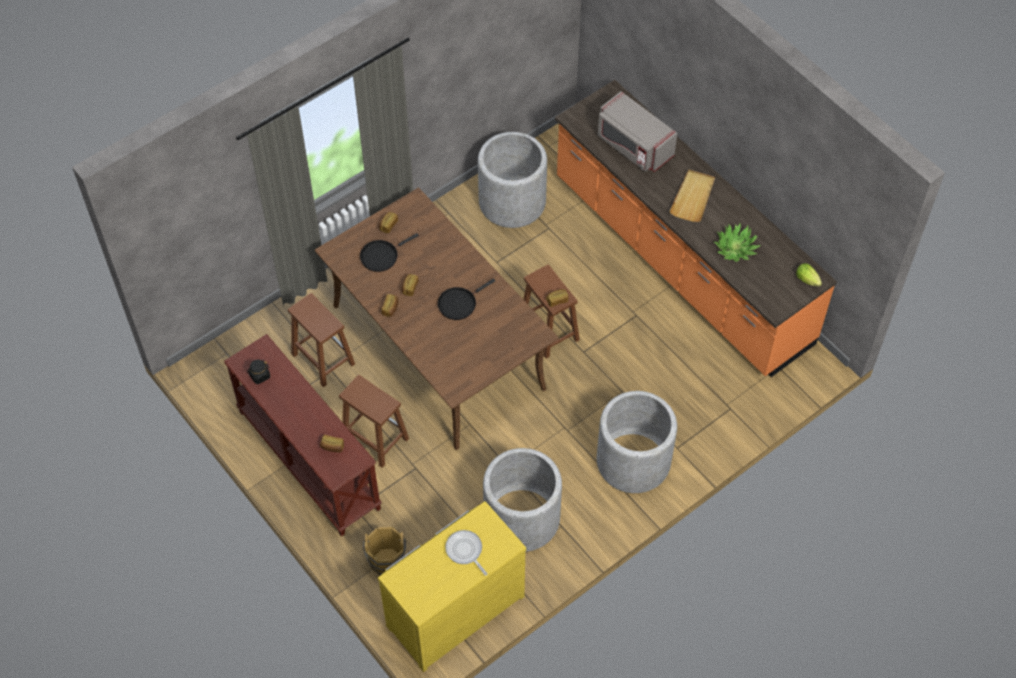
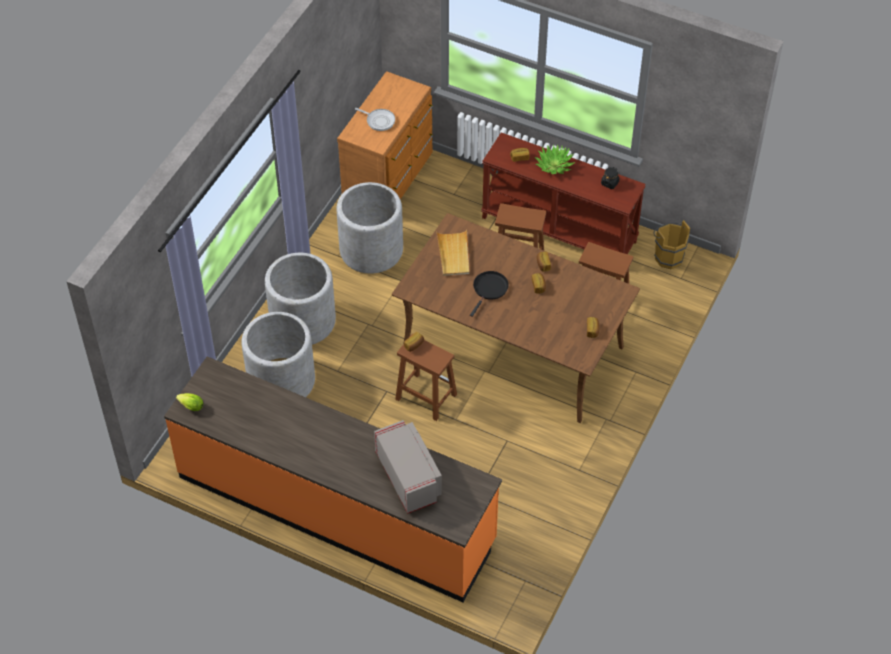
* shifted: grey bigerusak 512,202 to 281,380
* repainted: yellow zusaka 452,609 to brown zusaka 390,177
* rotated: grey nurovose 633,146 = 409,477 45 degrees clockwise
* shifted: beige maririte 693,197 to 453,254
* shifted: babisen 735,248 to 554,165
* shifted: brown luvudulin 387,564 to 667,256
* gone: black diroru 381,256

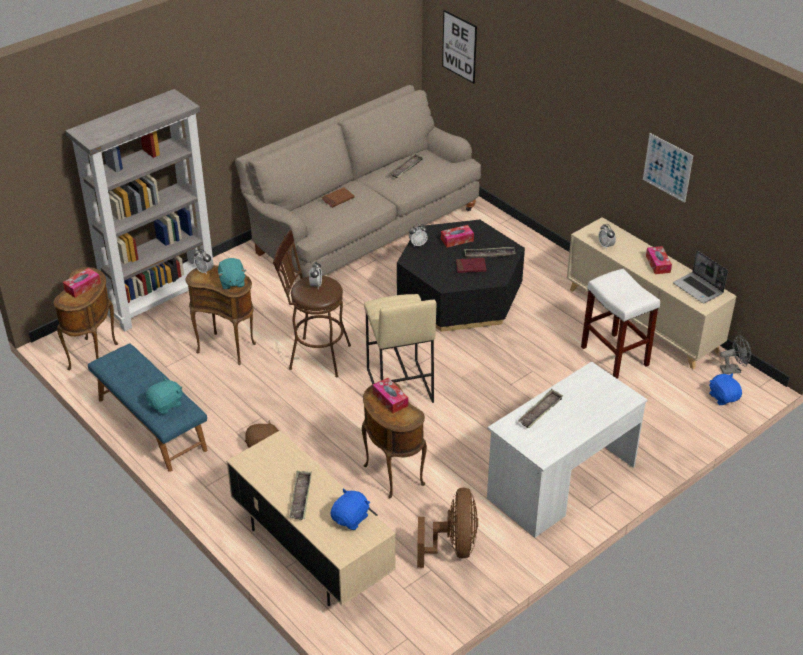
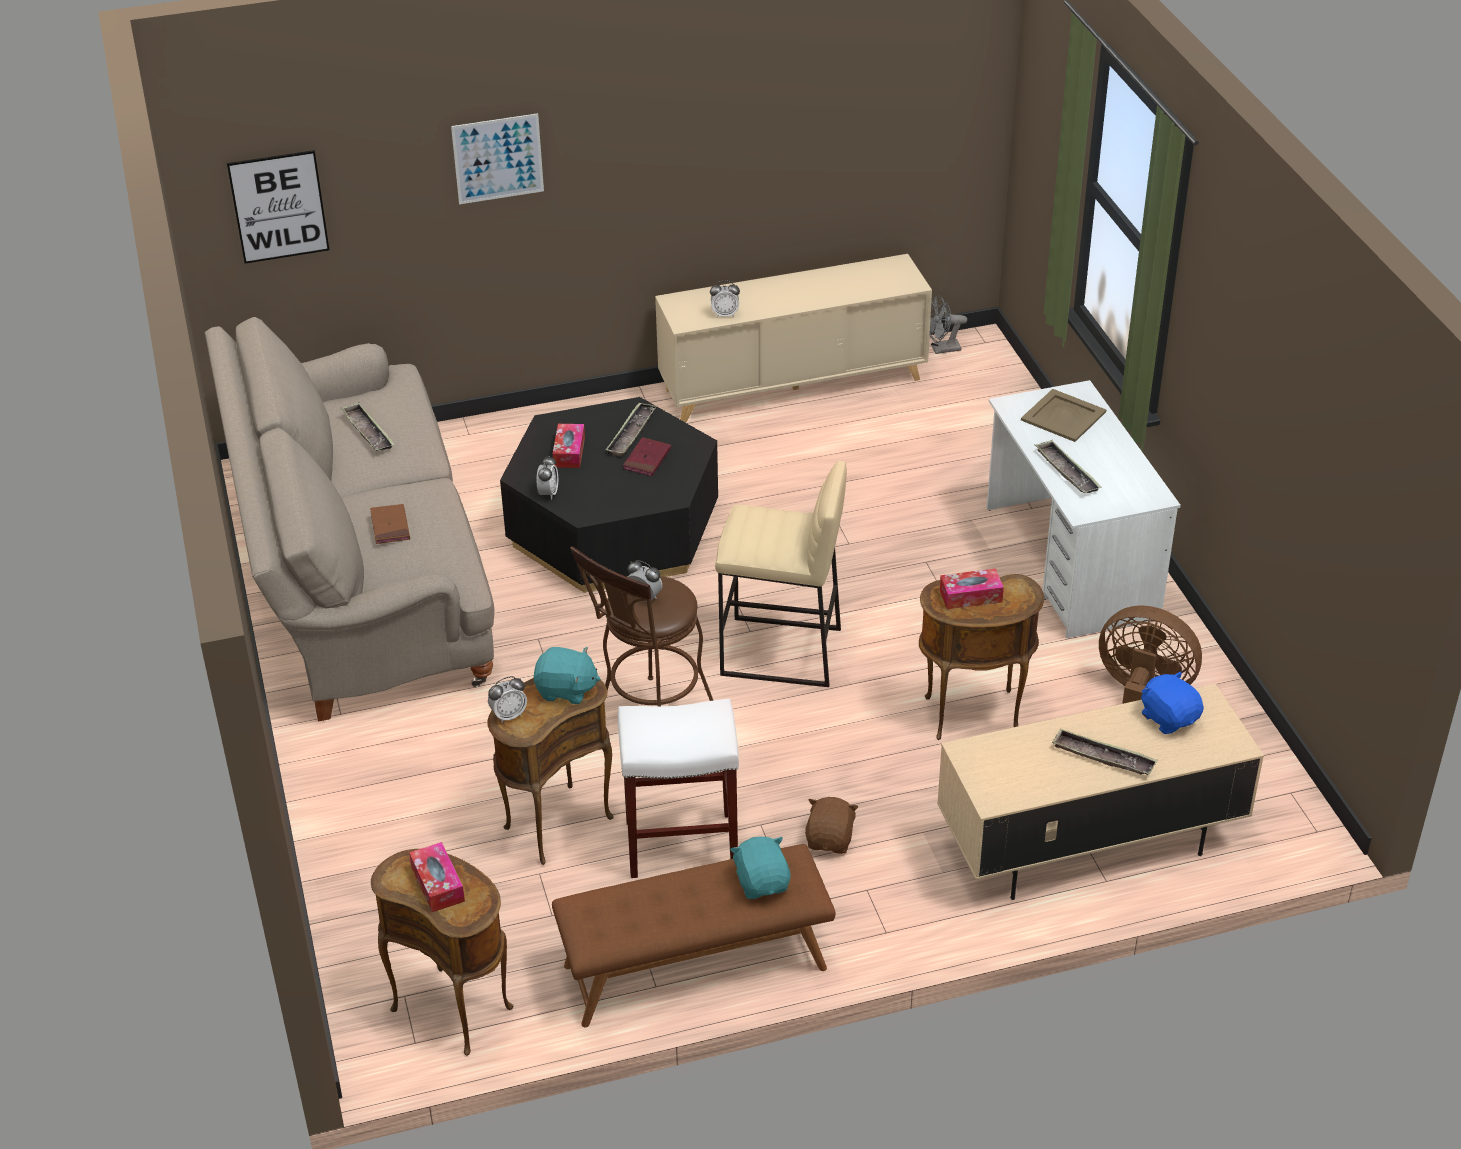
* shifted: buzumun 667,167 to 498,158
* repainted: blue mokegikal 151,425 to brown mokegikal 695,968
* shifted: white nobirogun 615,356 to 683,843
* rotated: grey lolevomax 733,370 = 941,349 120 degrees counterclockwise
* new: beige maririte 1063,415
* gone: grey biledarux 162,299
* gone: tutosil 658,264
* gone: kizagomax 698,289
* gone: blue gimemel 723,397

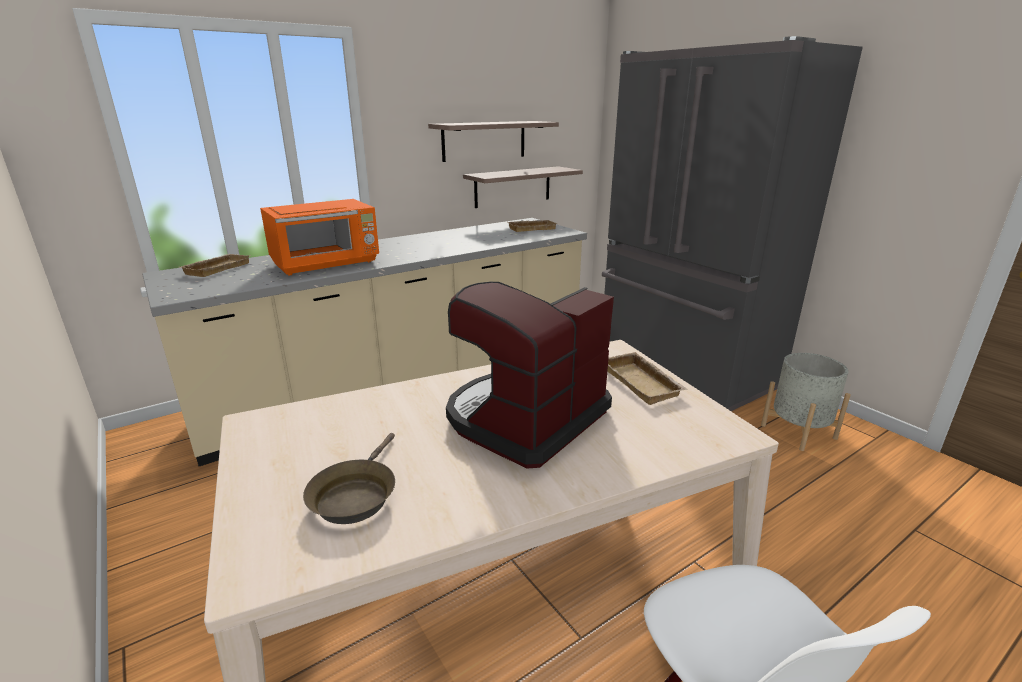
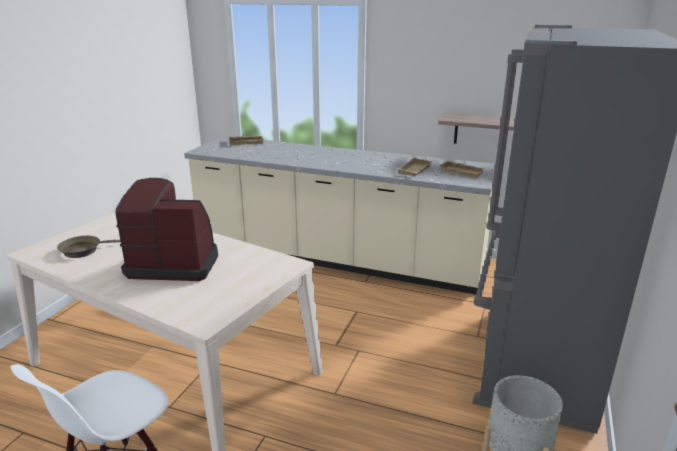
* shifted: beige maririte 643,383 to 415,170
* gone: orange nurovose 327,264
* gone: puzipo 484,140

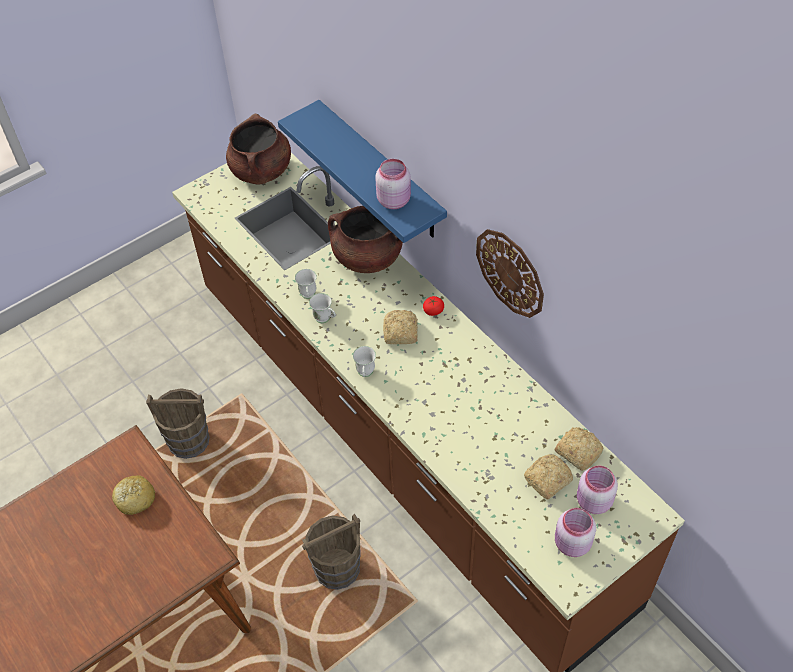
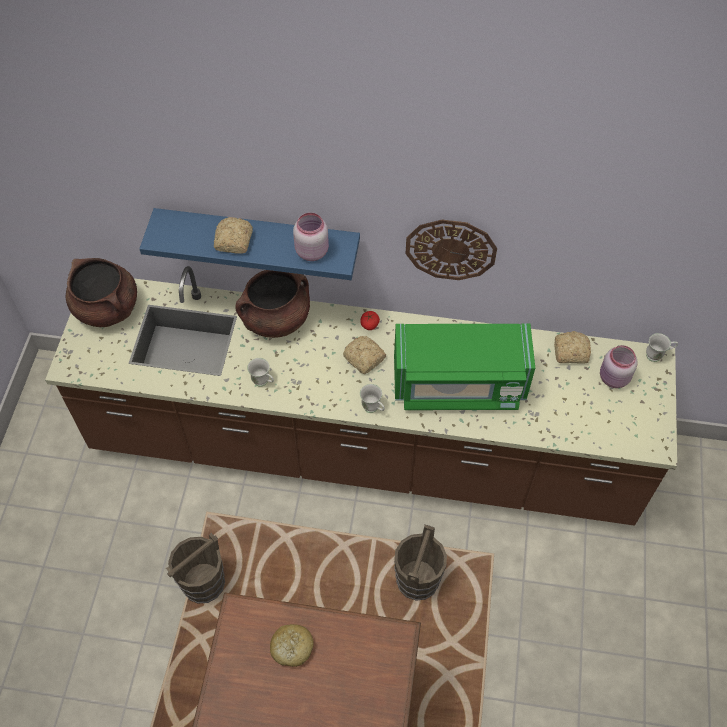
* shifted: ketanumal 546,480 to 233,241
* new: green nurovose 459,384
* shifted: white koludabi 325,320 to 657,355
* gone: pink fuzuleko 571,544

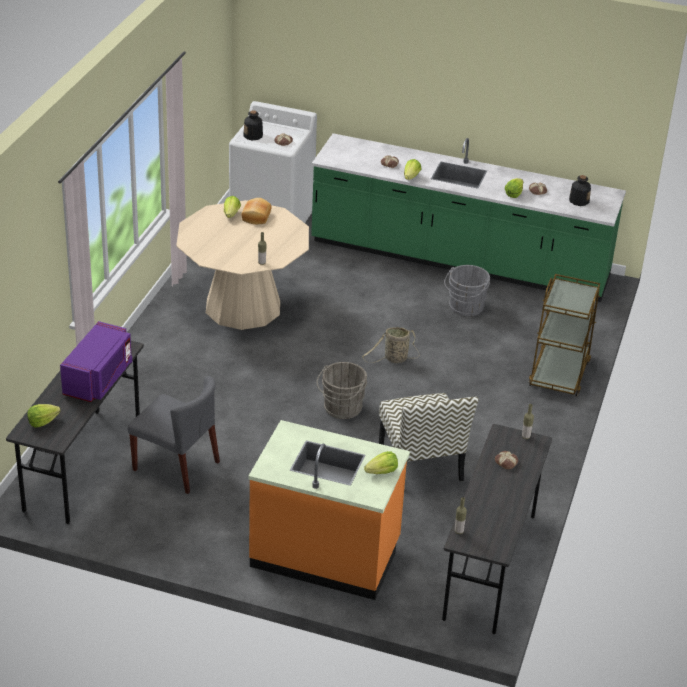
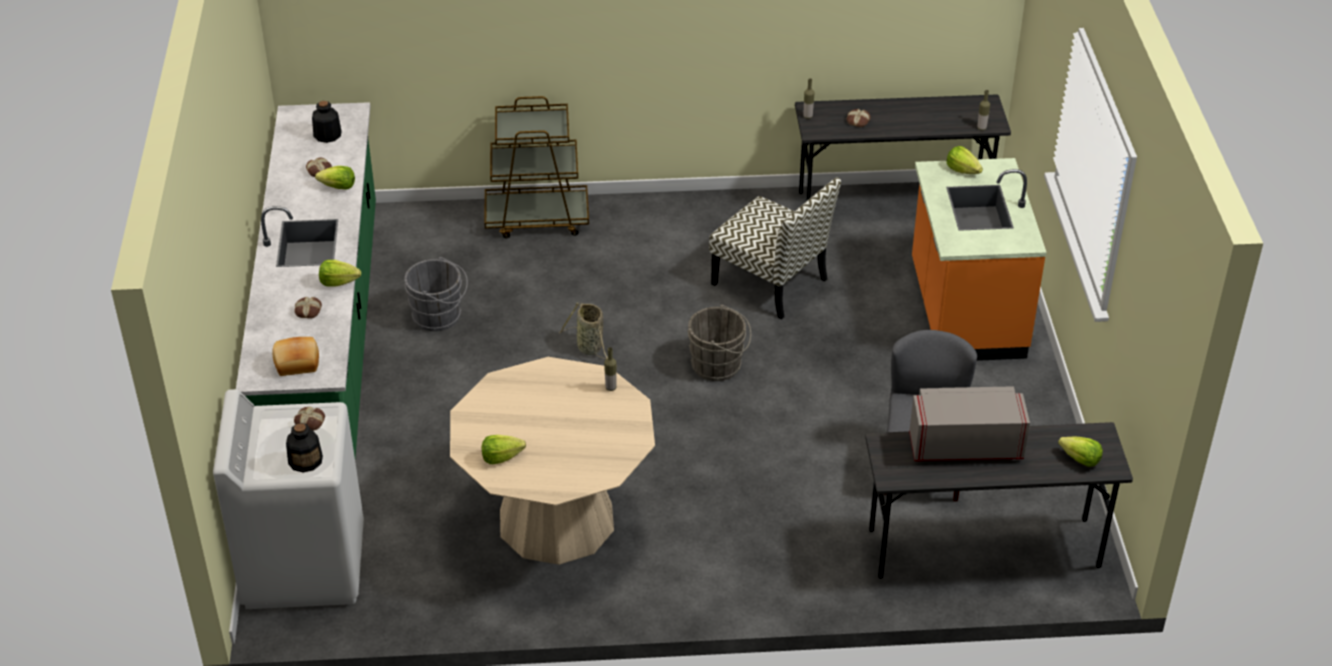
* shifted: ketanumal 255,217 to 297,364
* rotated: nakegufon 421,462 = 771,282 75 degrees clockwise
* repainted: purple nurovose 98,379 to grey nurovose 965,445

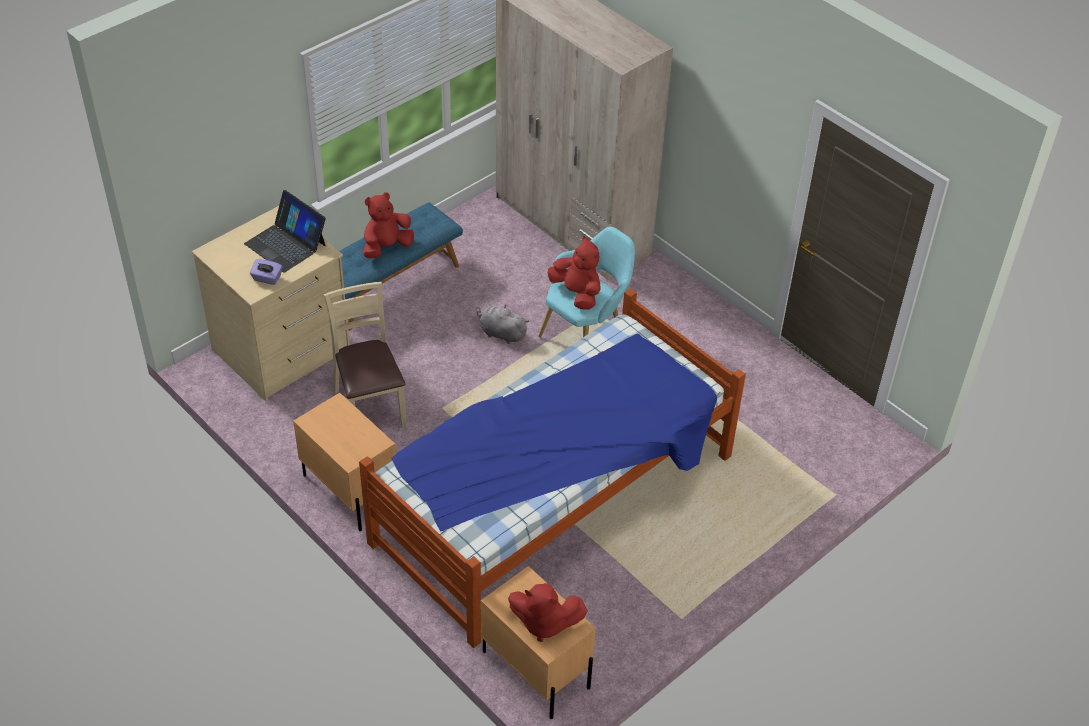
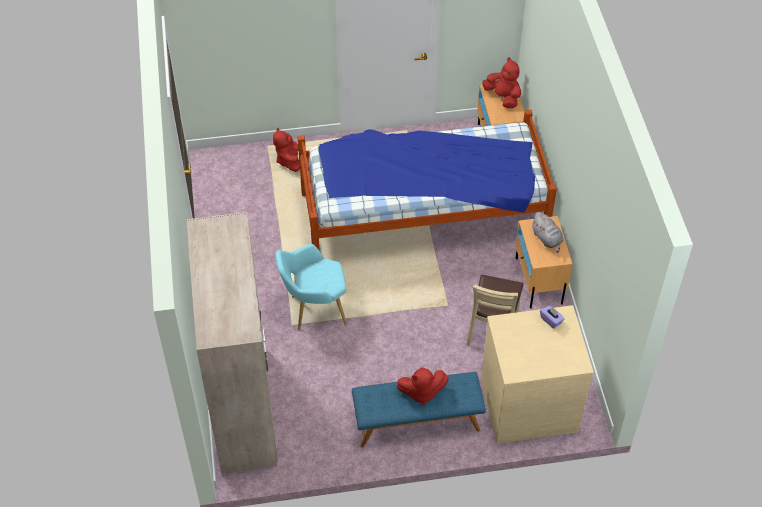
* shifted: red gimemel 577,293 to 289,161
* shifted: grey gimemel 501,333 to 547,239
* gone: kizagomax 286,244

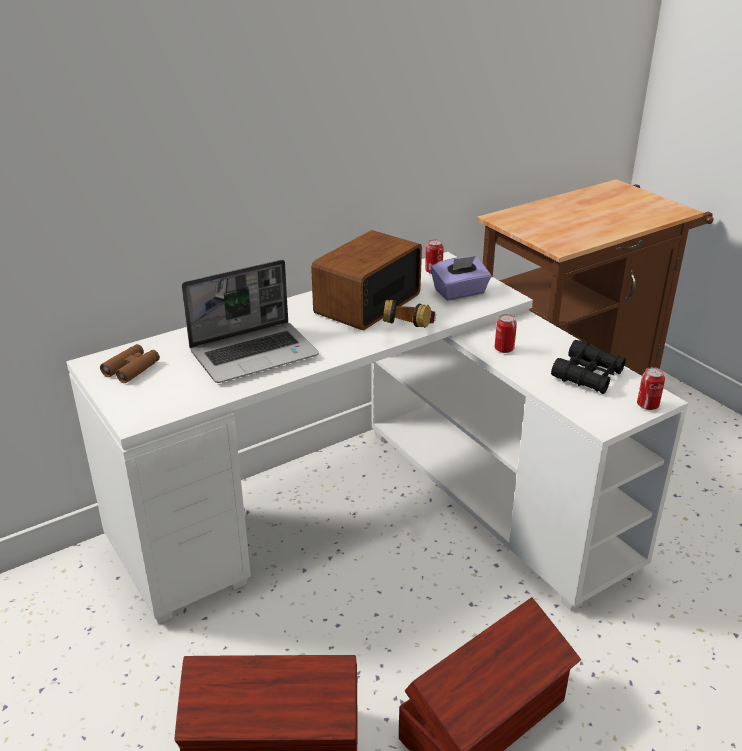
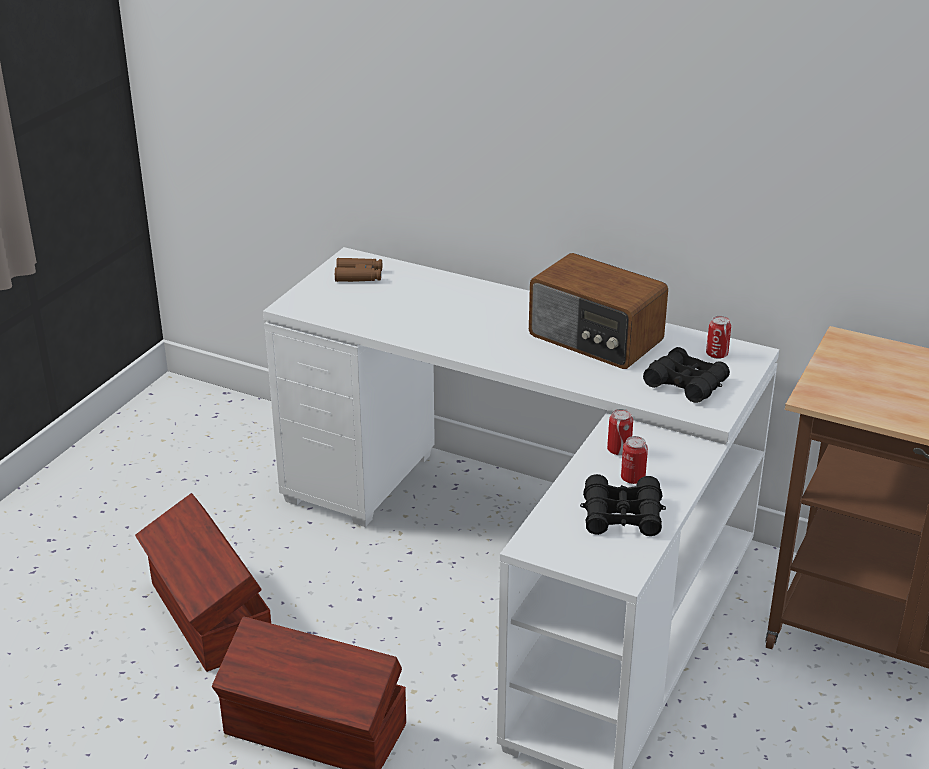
* rotated: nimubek 366,303 = 595,339 150 degrees counterclockwise
* shifted: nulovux 647,405 to 632,478
* swapped: purple tutosil 460,293 to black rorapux 685,383
* gone: kizagomax 255,353
* gone: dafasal 410,333

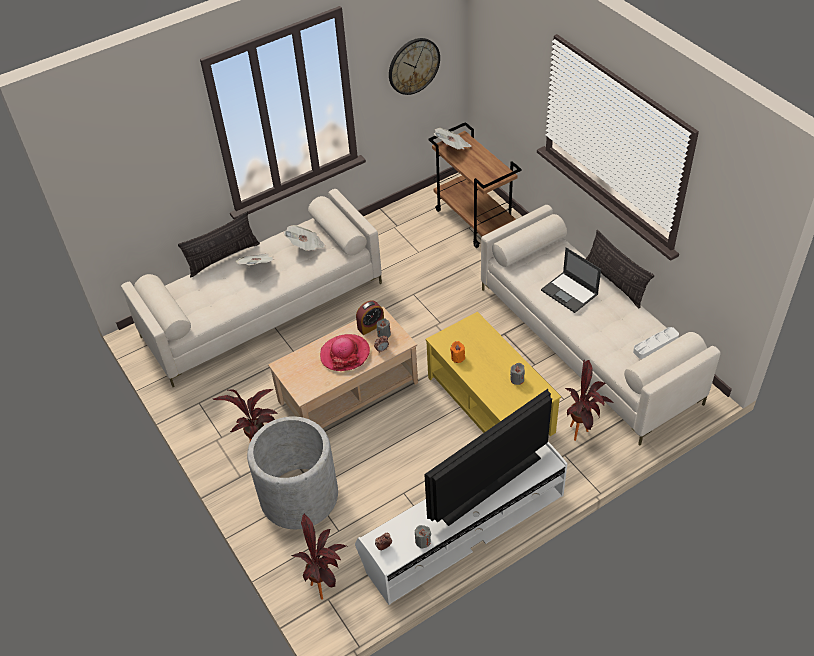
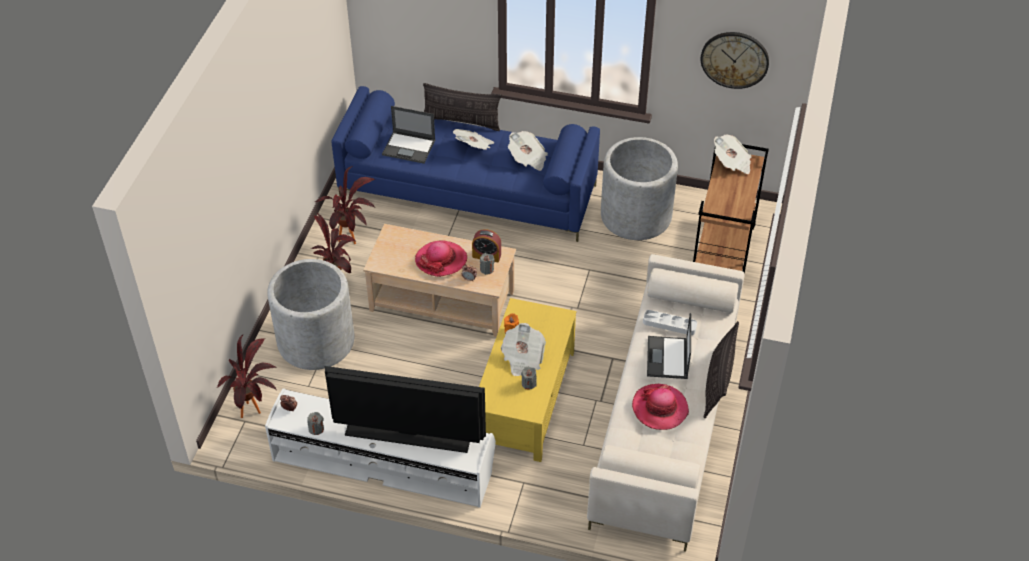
* shifted: babisen 582,430 to 352,241
* repainted: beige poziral 263,309 to blue poziral 469,190
* new: kizagomax 409,147
* new: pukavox 522,358
* new: grey bigerusak 635,215
* new: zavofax 660,408
* shifted: white maririte 655,344 to 669,324

